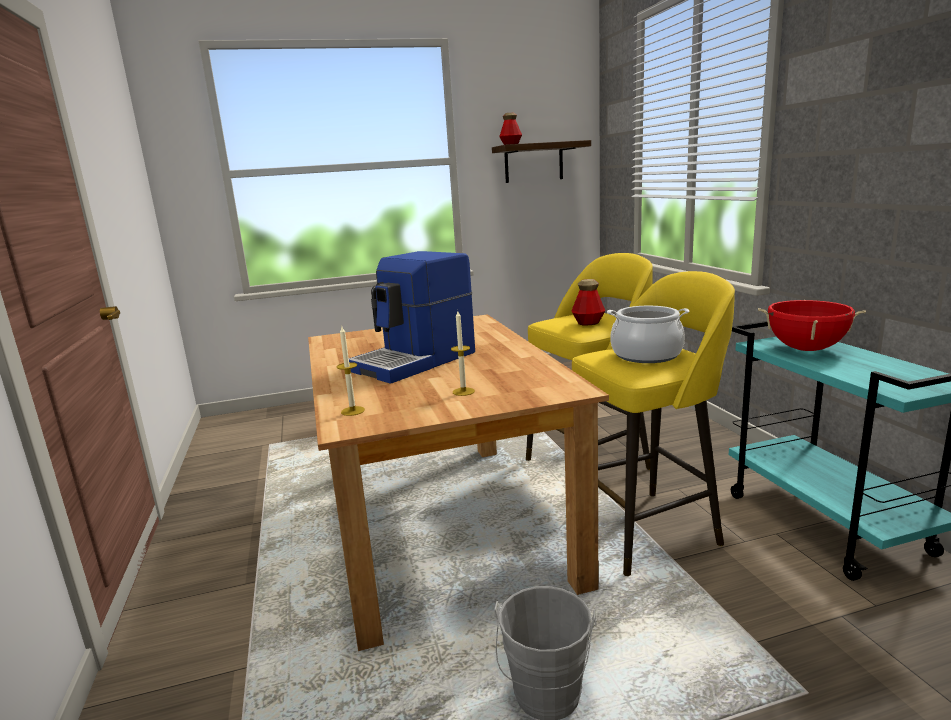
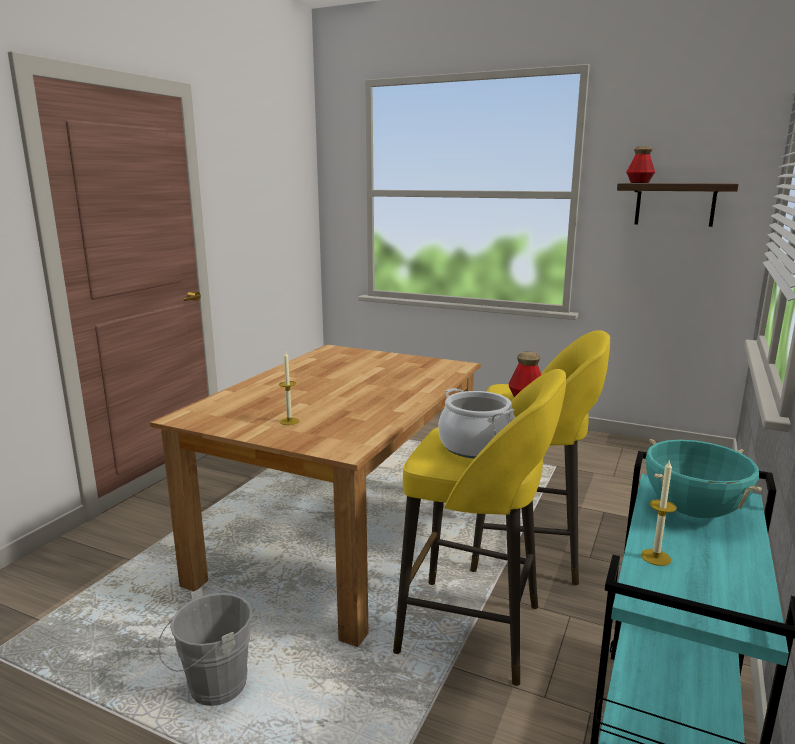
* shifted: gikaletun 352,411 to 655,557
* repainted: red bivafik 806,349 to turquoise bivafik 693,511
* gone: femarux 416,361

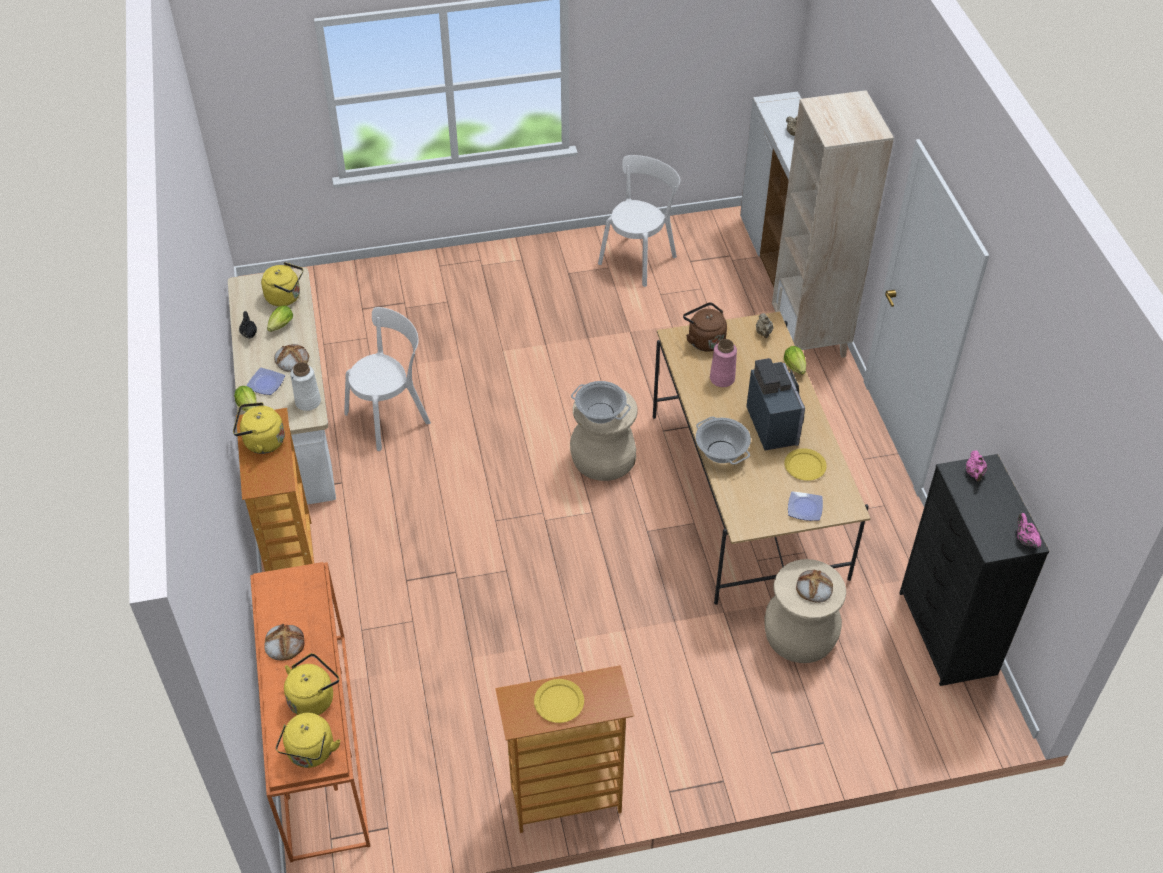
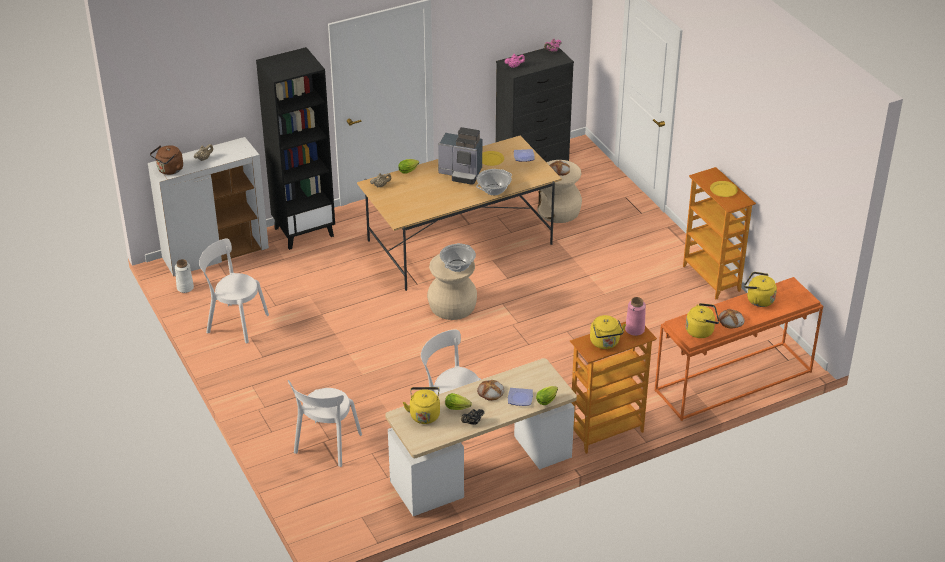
* shifted: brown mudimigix 704,340 to 169,170
* shifted: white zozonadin 308,402 to 185,288
* repainted: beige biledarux 810,338 to black biledarux 304,231
* new: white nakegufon 326,445
* rotated: femarux 775,424 = 461,173 135 degrees counterclockwise
* shifted: pink zozonadin 722,379 to 635,329
* shifted: yellow mudimigix 310,753 to 701,331

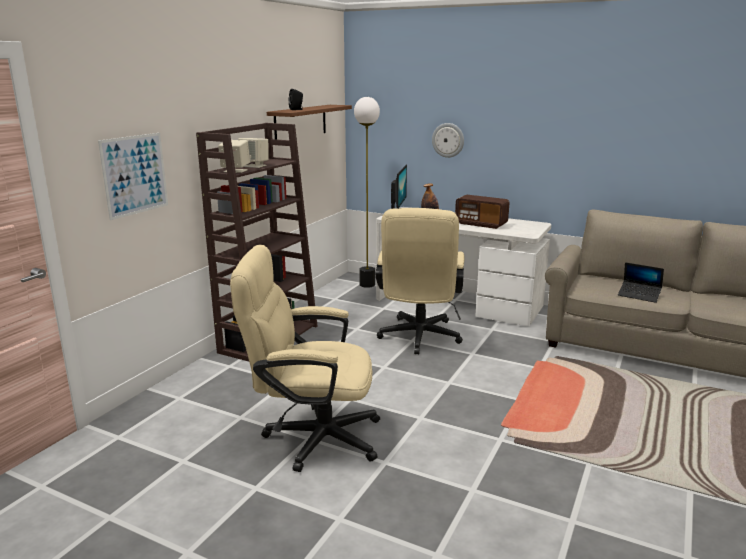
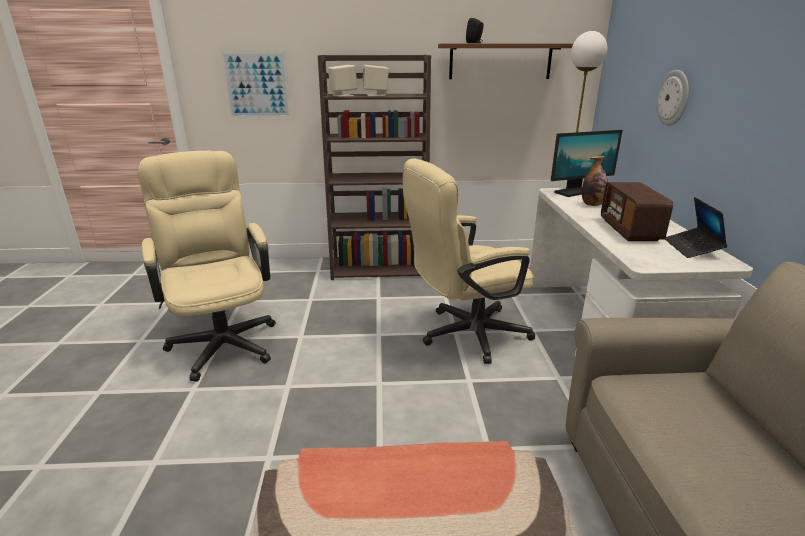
* shifted: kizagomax 639,295 to 692,248

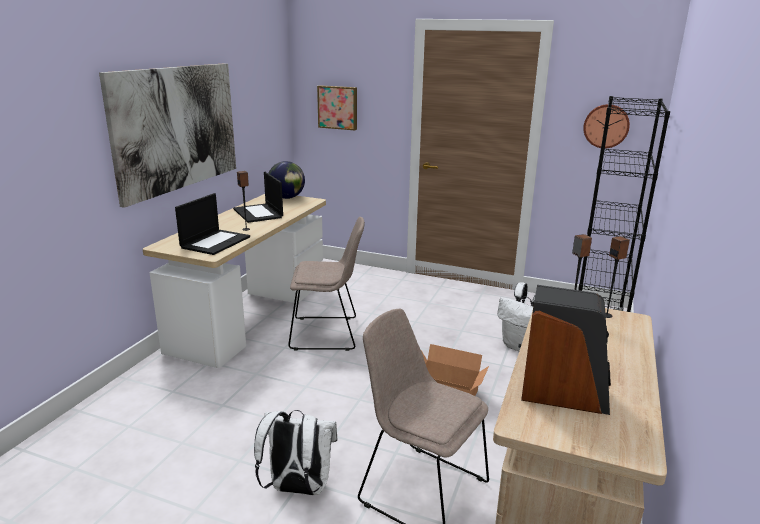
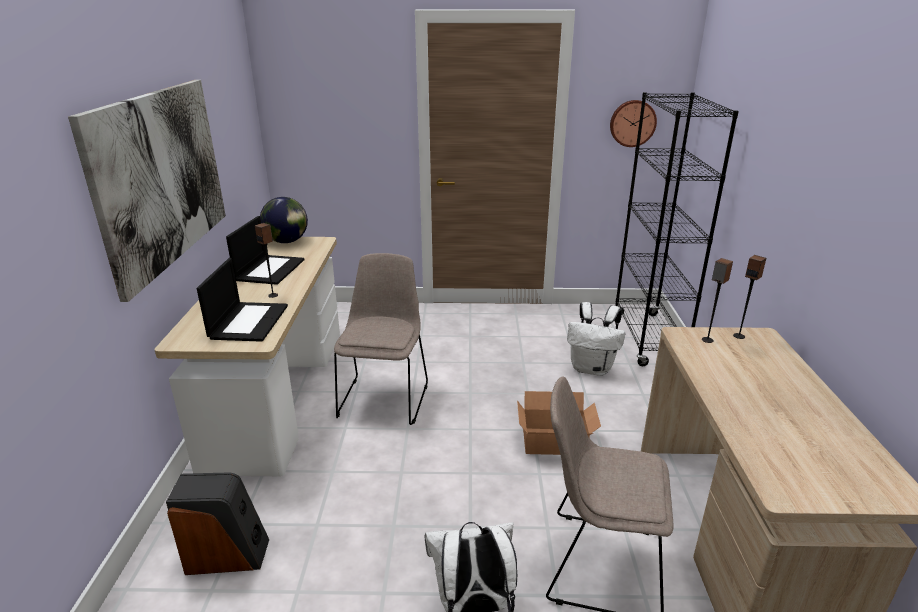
* shifted: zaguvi 564,393 to 227,555
* rotated: kizagomax 258,213 = 270,269 120 degrees counterclockwise
* rotated: beige nakegufon 327,333 = 384,398 60 degrees counterclockwise
* gone: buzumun 338,107

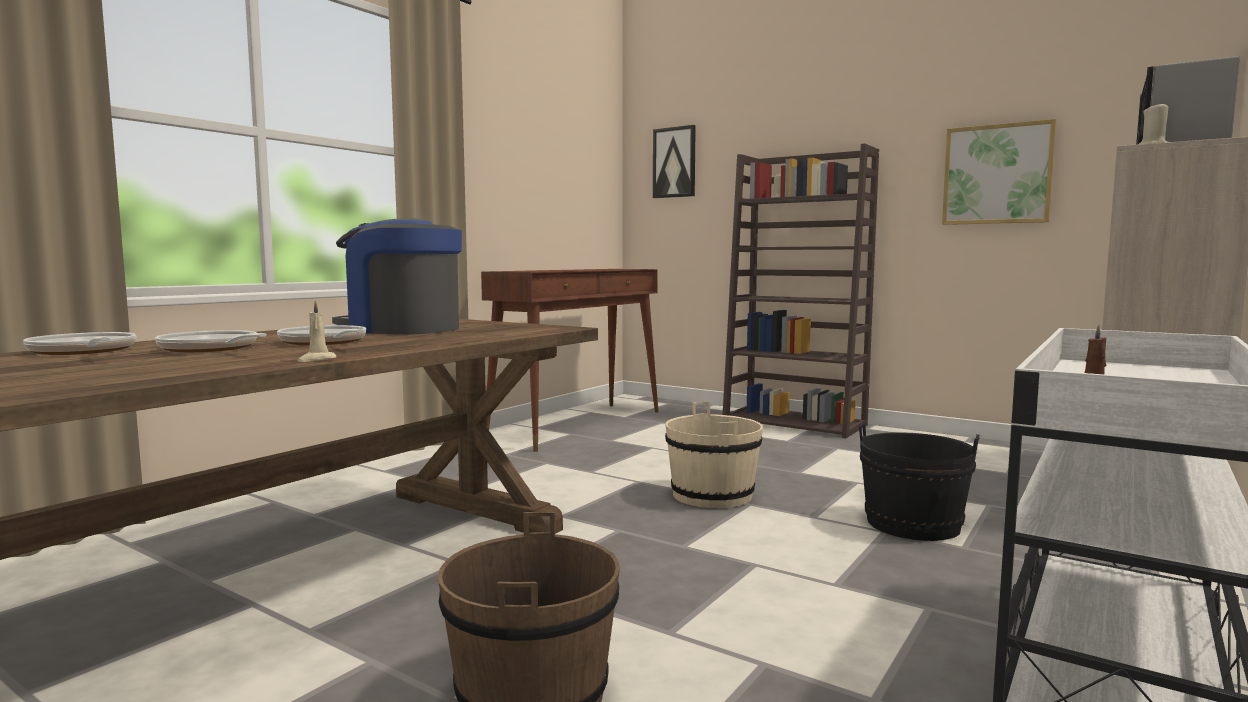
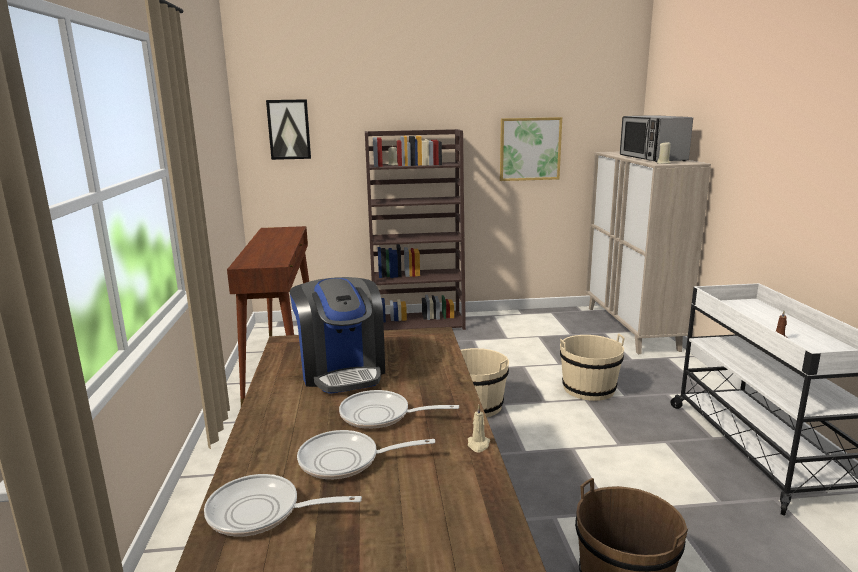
* rotated: femarux 401,329 = 342,371 90 degrees counterclockwise
* repainted: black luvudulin 912,524 to beige luvudulin 589,389

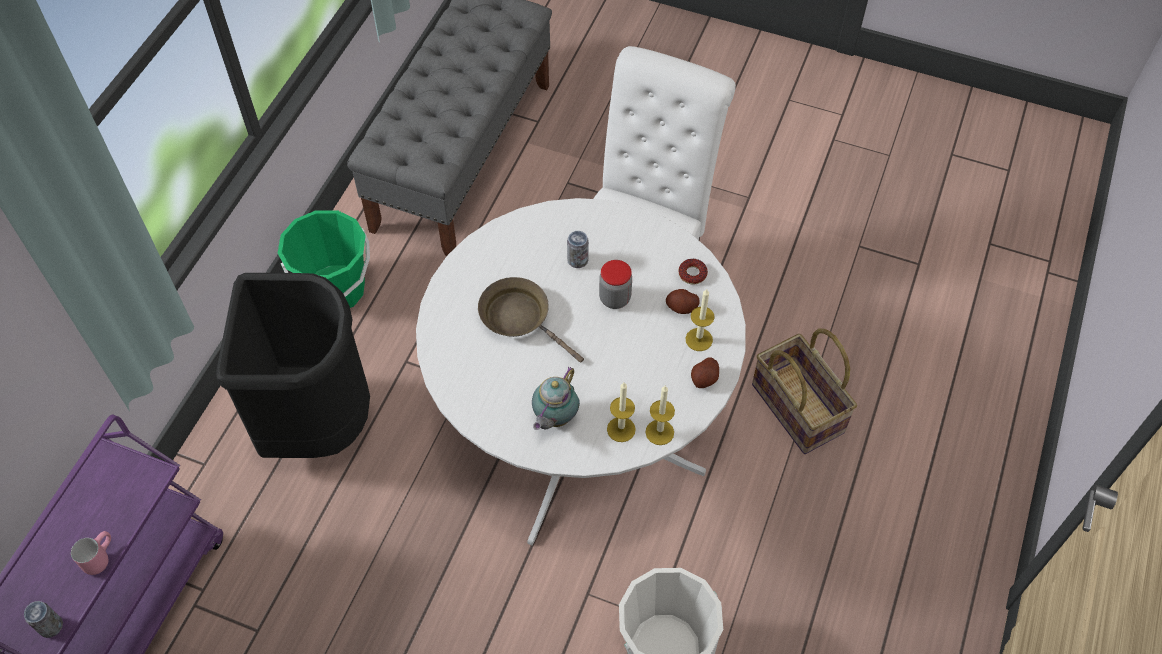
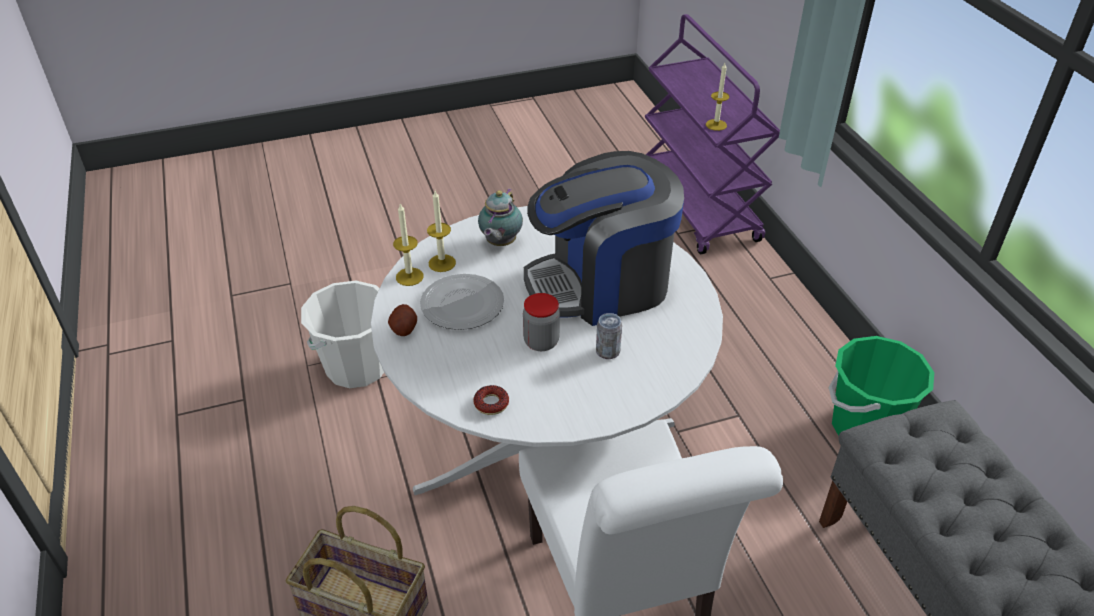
* new: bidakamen 461,304
* rotated: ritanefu 554,418 = 500,243 150 degrees counterclockwise
* swapped: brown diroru 519,318 to femarux 601,284
* shifted: gikaletun 699,339 to 716,125
* gone: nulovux 51,626
* gone: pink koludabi 98,557
* gone: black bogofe 318,425
* gone: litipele 681,307

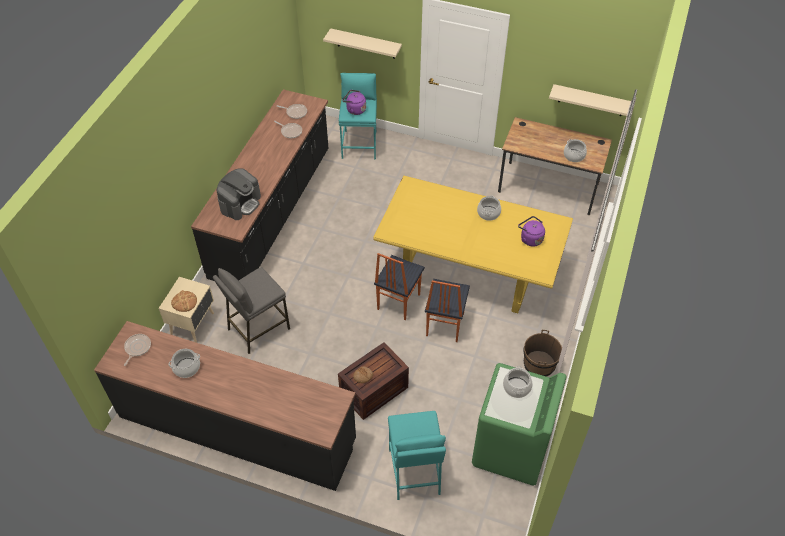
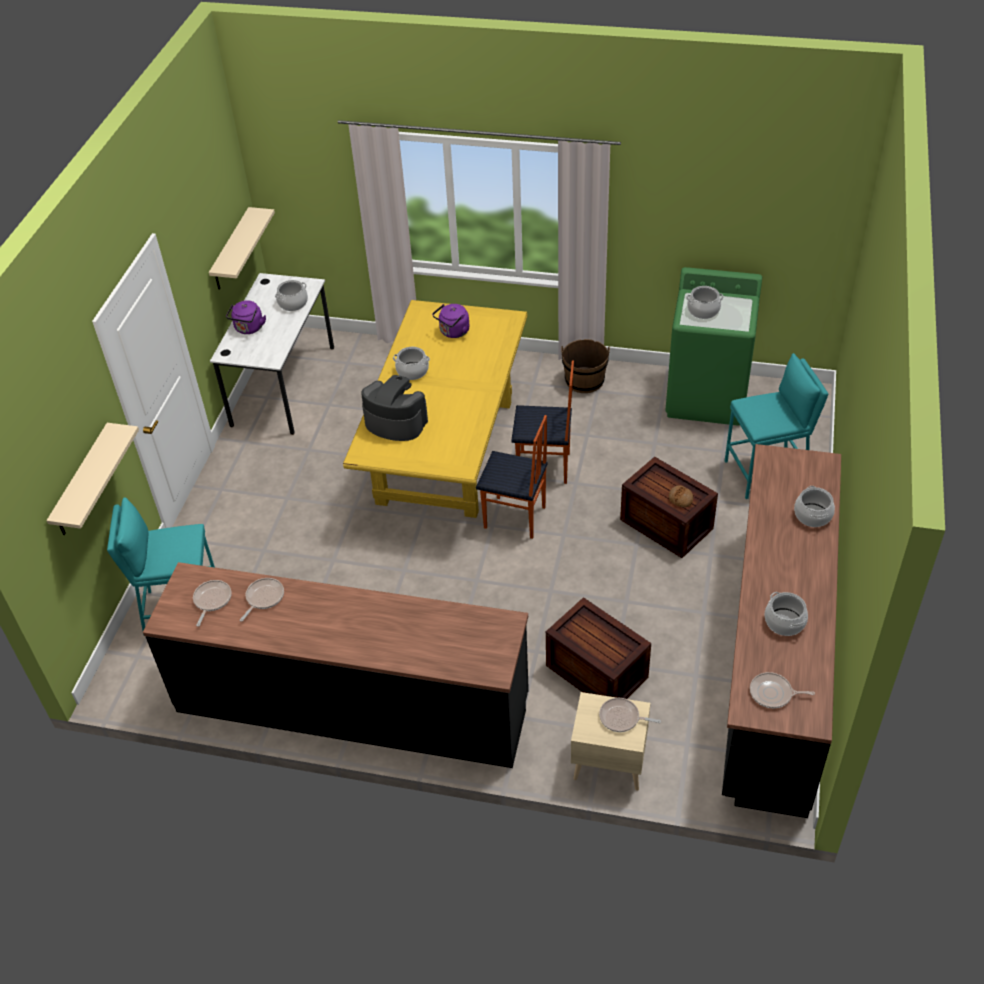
* repainted: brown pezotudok 548,188 to white pezotudok 283,385
* shifted: purple mudimigix 354,110 to 248,329
* shifted: femarux 240,203 to 395,422
* swapped: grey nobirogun 258,328 to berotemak 598,672
* swapped: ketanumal 184,302 to diroru 622,718
* new: bivafik 813,515

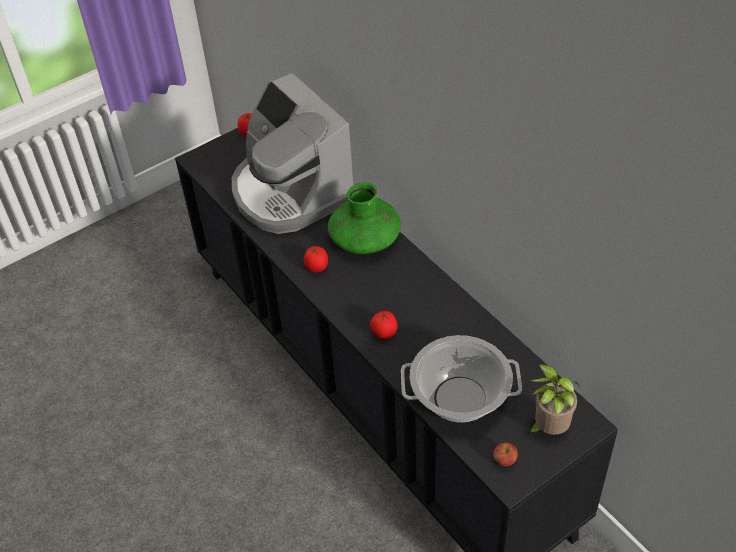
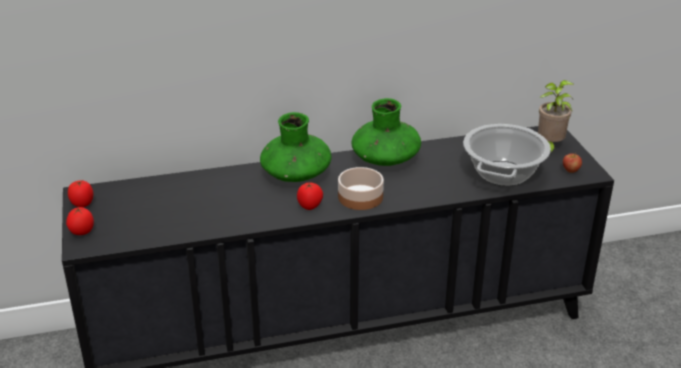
* shifted: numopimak 384,333 to 82,232
* new: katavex 360,197
* new: green zozonadin 385,159
* gone: femarux 290,192

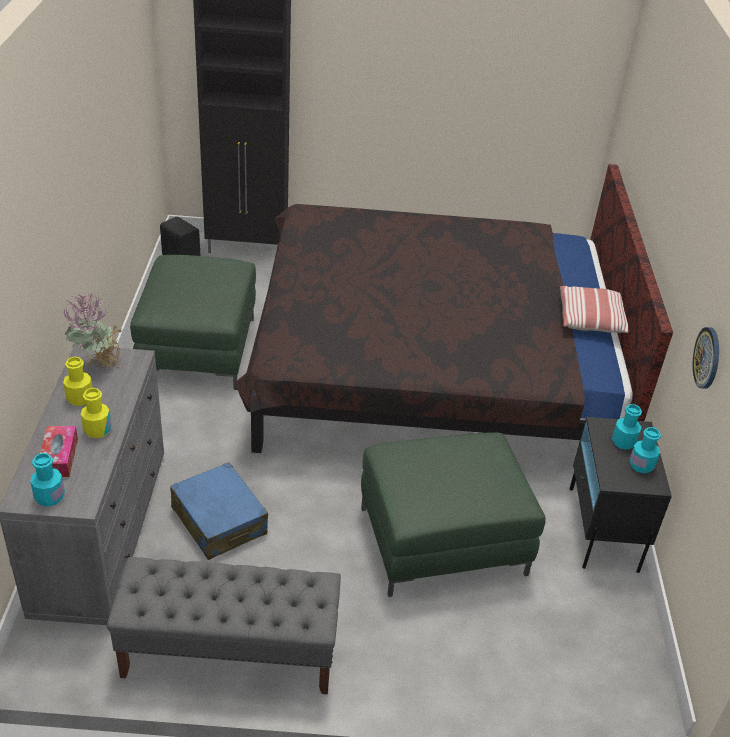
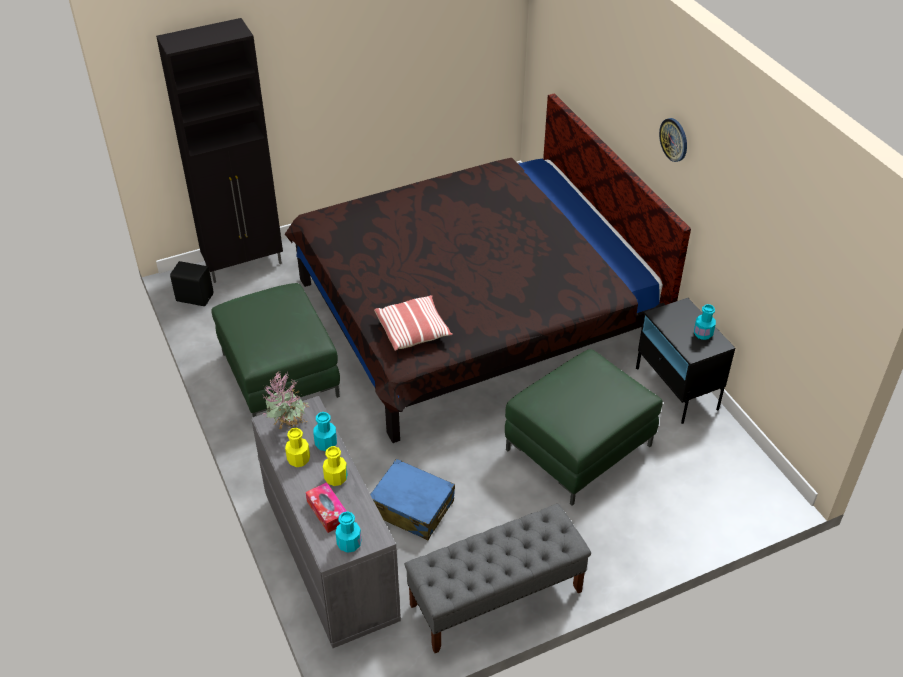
* shifted: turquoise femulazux 623,442 to 326,443
* shifted: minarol 592,320 to 413,330
* shifted: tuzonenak 707,358 to 674,139

